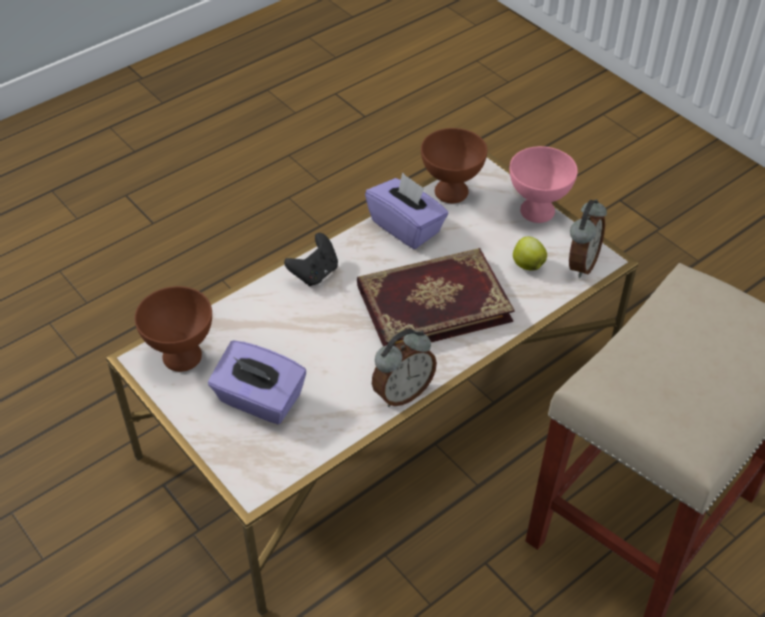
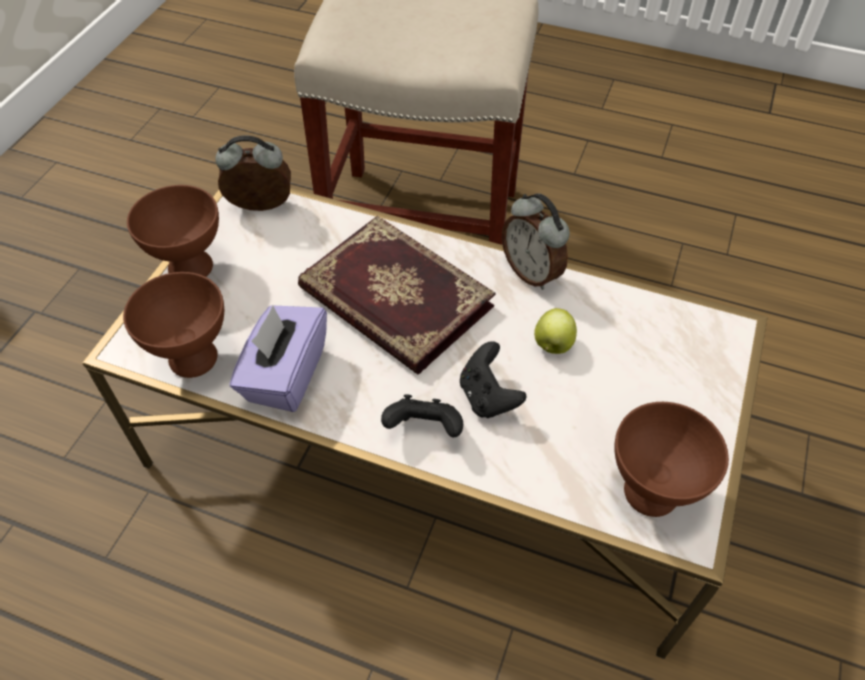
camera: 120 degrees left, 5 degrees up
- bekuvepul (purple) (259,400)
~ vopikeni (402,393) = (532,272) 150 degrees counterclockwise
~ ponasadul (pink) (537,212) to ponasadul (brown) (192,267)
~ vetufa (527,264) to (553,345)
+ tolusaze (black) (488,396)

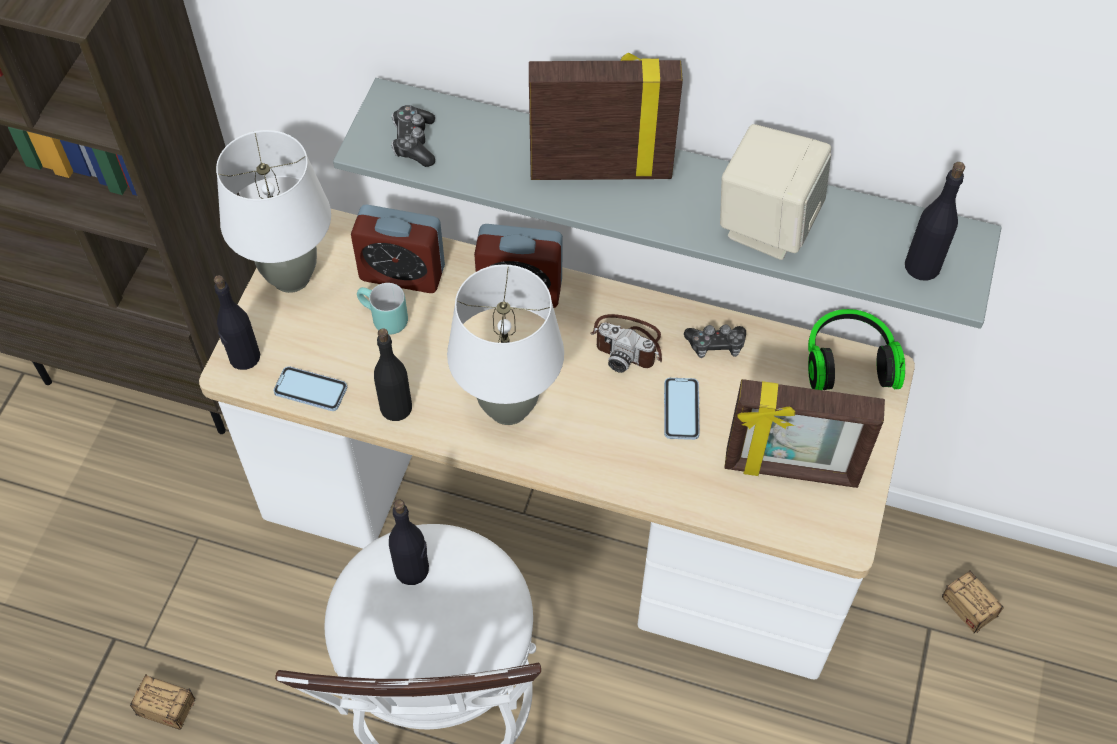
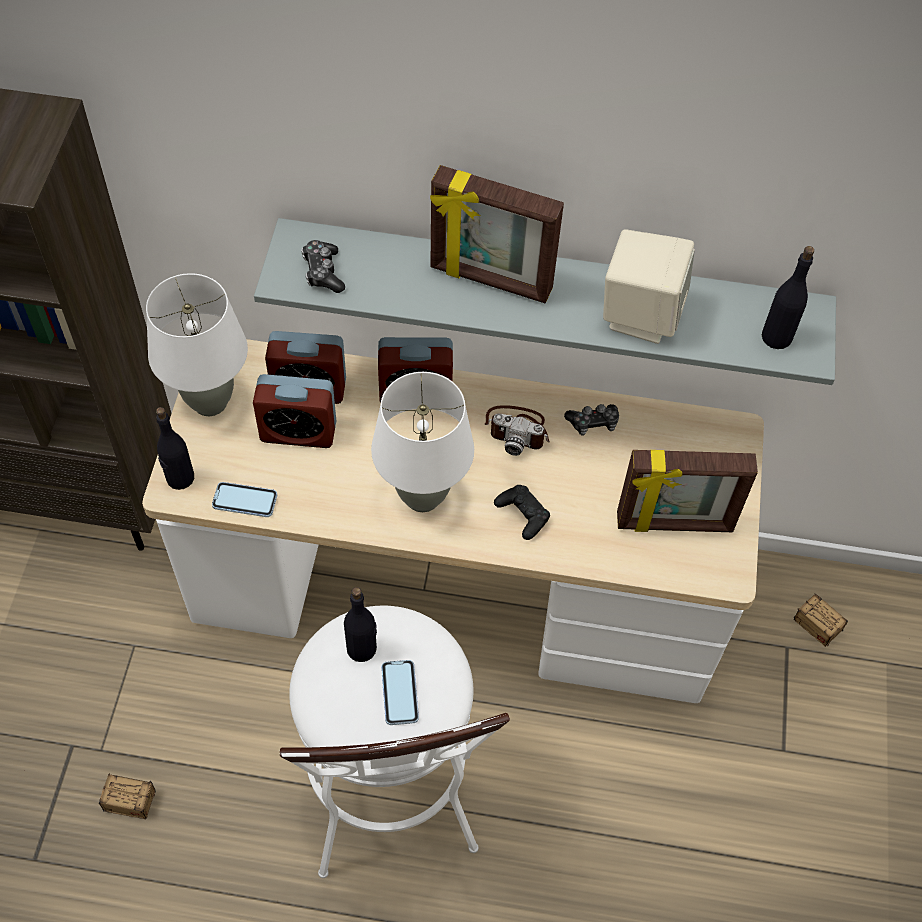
camera: 10 degrees left, 0 degrees up
~ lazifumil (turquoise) (382,320) to vopikeni (298,432)
- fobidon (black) (396,407)
~ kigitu (600,169) = (490,280) 150 degrees counterclockwise
~ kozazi (681,410) to (399,693)
- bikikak (848,361)
+ tolusaze (black) (522,514)

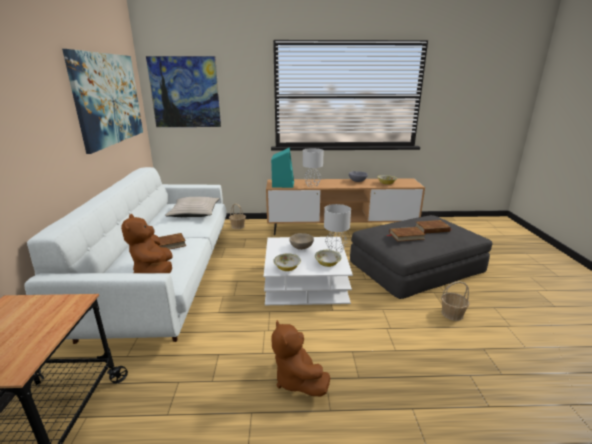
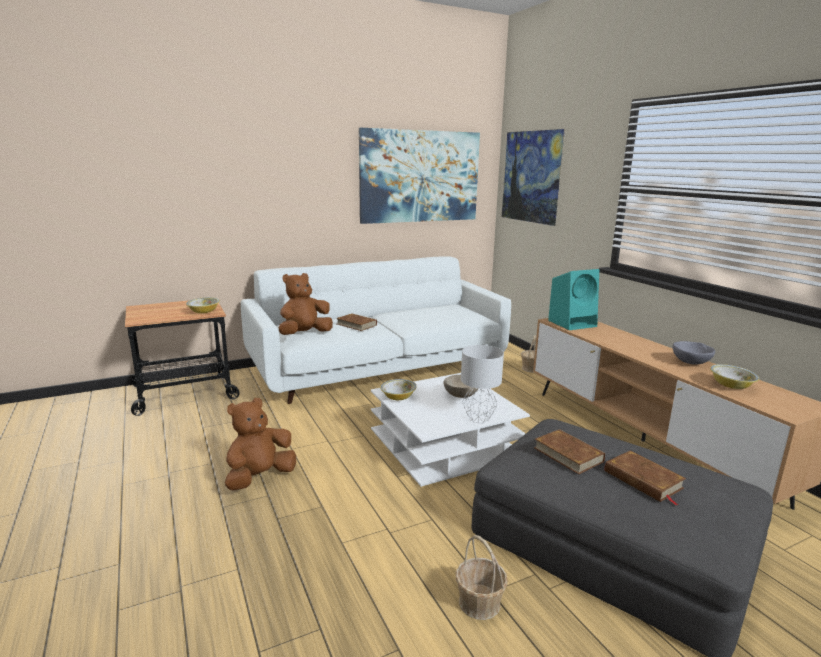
camera: 65 degrees right, 5 degrees down
- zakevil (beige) (194,213)
- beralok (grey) (312,185)
~ ponasadul (327,264) to (204,312)

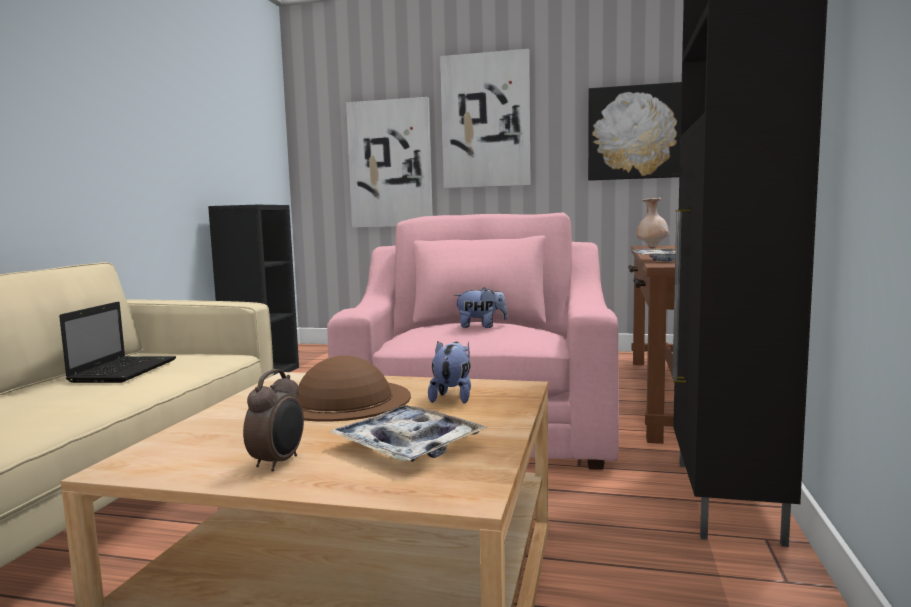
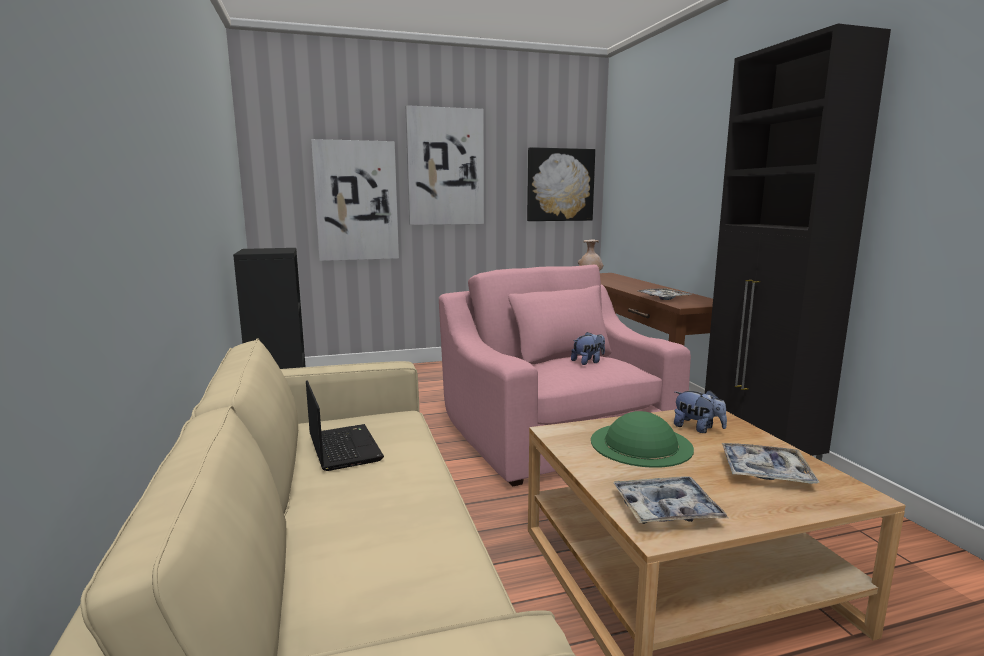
camera: 30 degrees left, 5 degrees up
- vopikeni (279,462)
~ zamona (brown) (343,399) to zamona (green) (640,444)
~ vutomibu (452,397) = (697,428) 150 degrees clockwise
+ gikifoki (666,509)

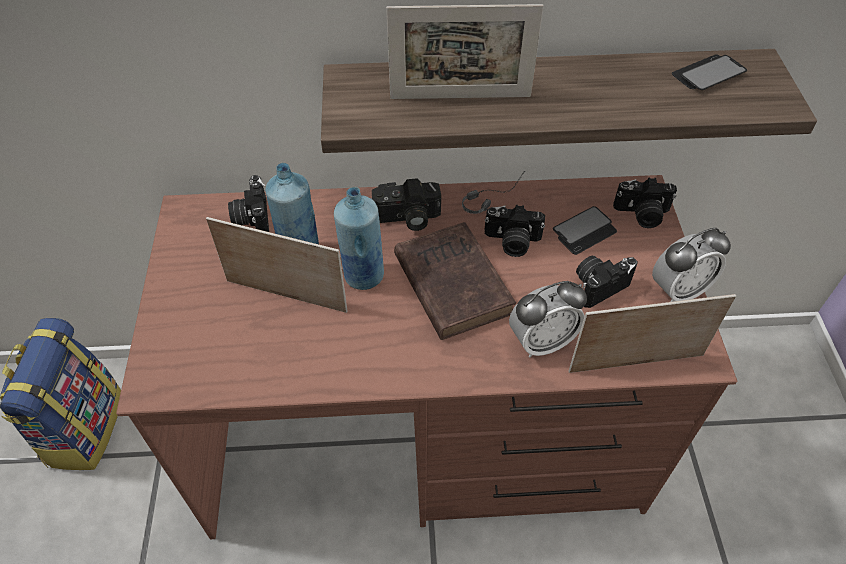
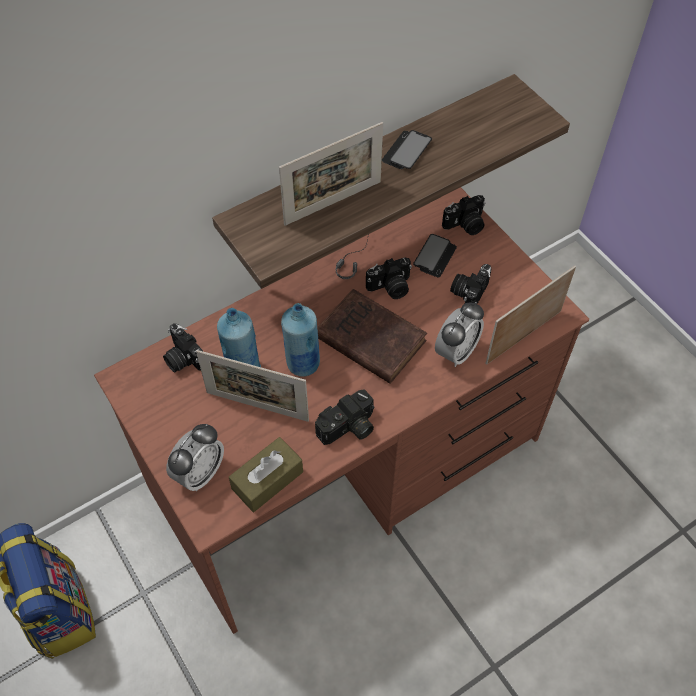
camera: 30 degrees left, 5 degrees up
~ kigitu (286,296) = (257,406) 150 degrees counterclockwise
~ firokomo (407,218) to (348,428)
~ vopikeni (678,290) to (199,473)
~ kozazi (708,74) to (406,151)
+ bekuvepul (brown) (267,480)

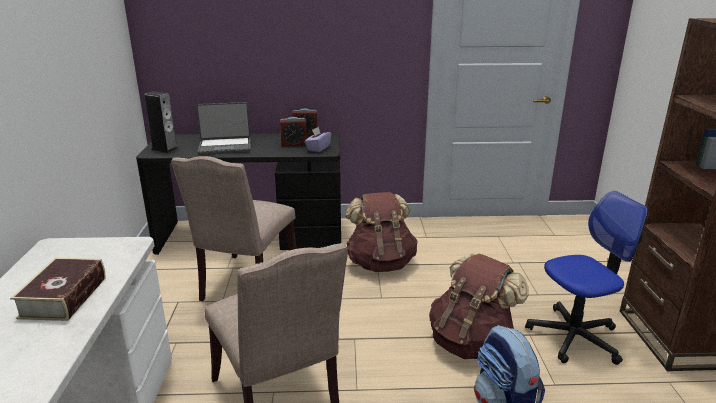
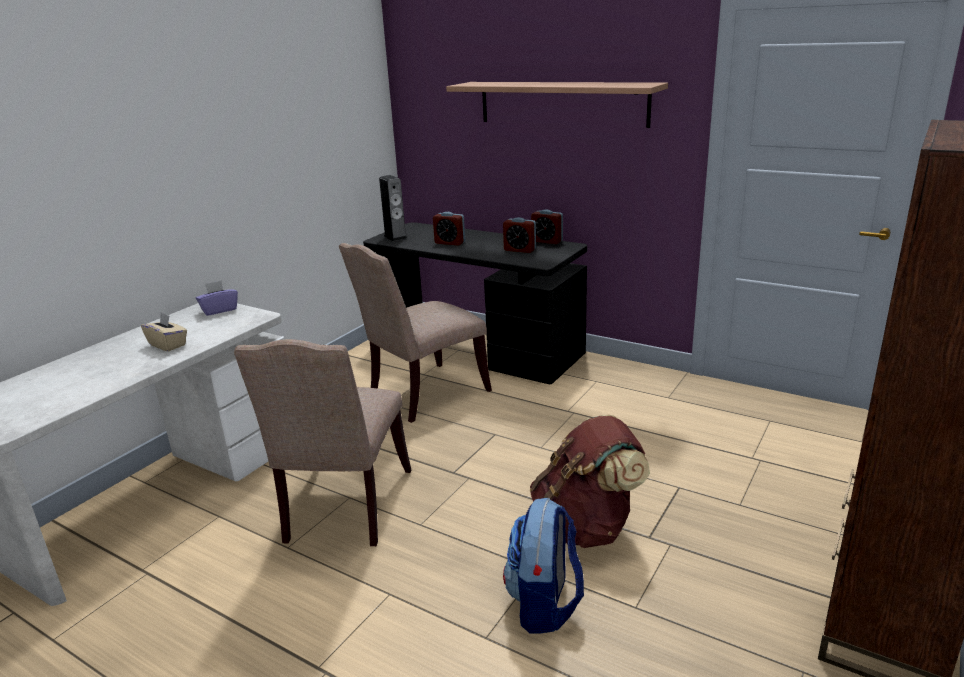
camera: 35 degrees right, 0 degrees up
~ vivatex (64,297) to bekuvepul (beige) (168,345)
~ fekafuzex (225,147) to vopikeni (450,243)
~ bekuvepul (purple) (318,148) to (219,310)
- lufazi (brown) (380,263)
- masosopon (574,337)
+ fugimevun (562,103)

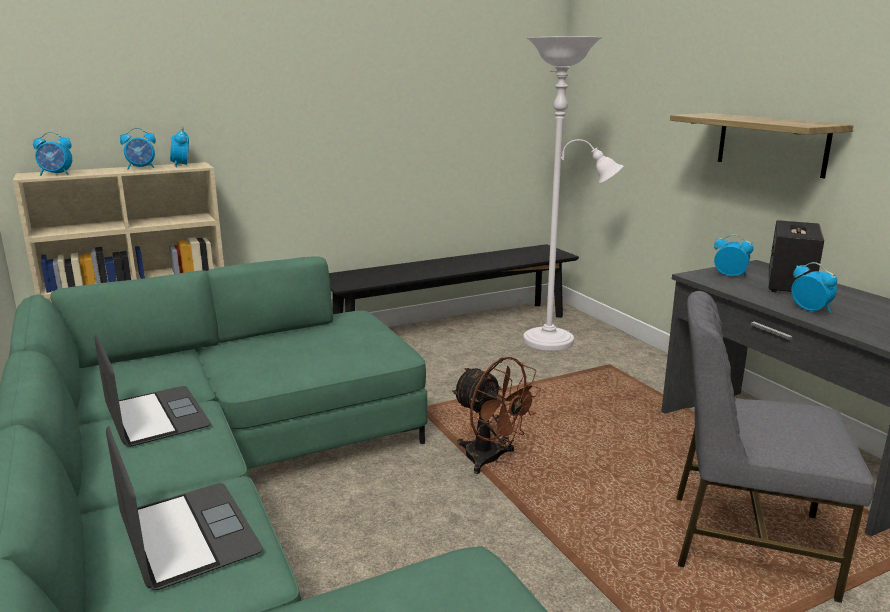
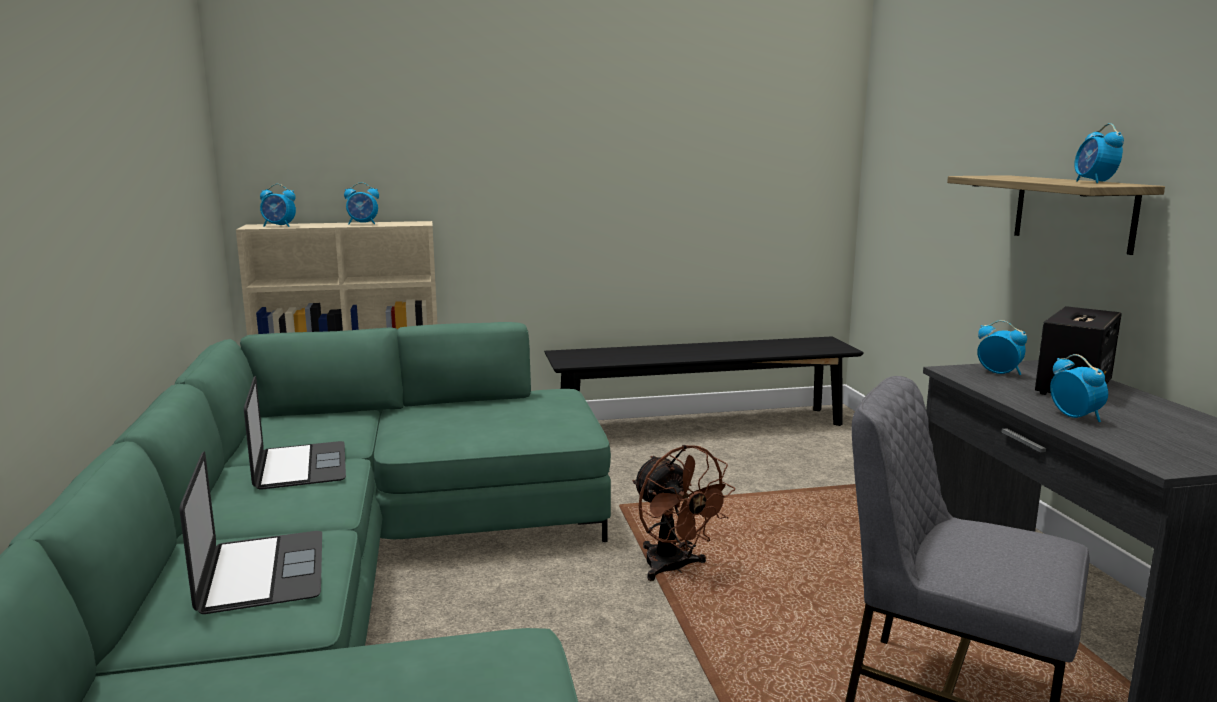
camera: 15 degrees right, 5 degrees down
~ vopikeni (181,165) to (1094,182)
- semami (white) (555,341)

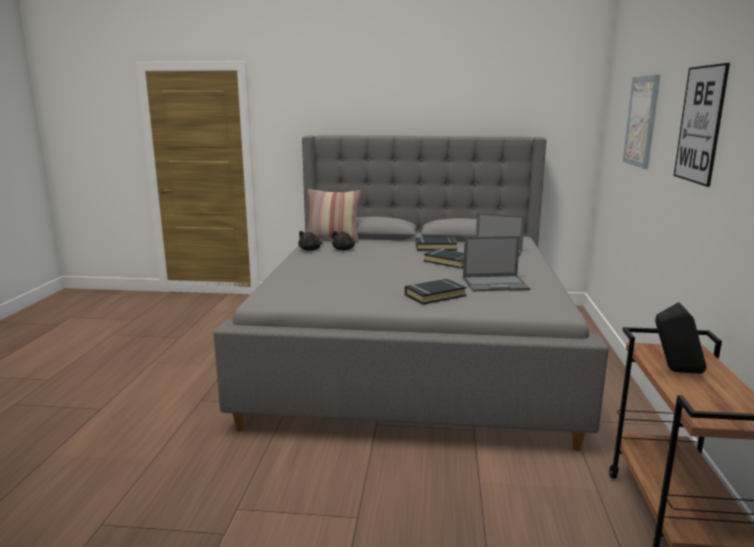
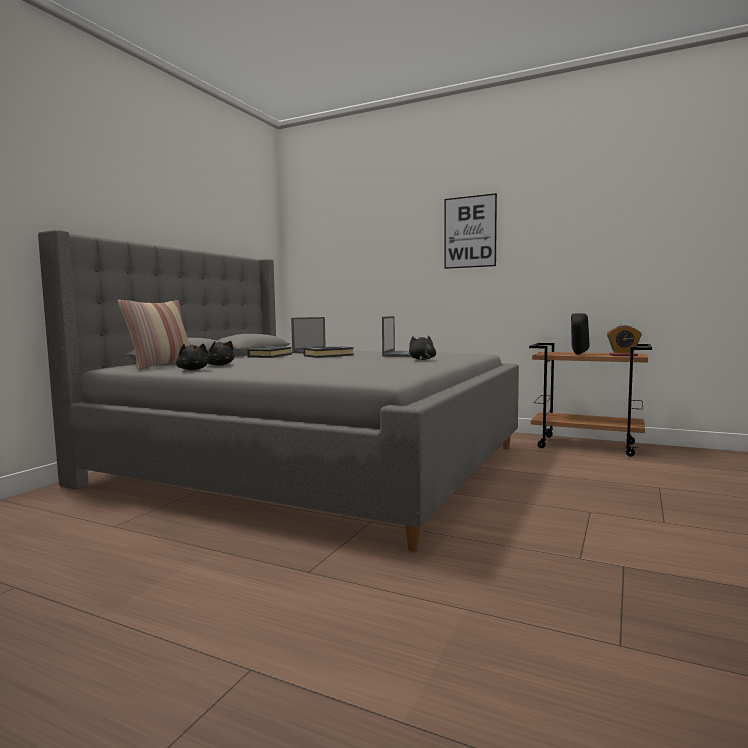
camera: 70 degrees left, 10 degrees down
~ vivatex (black) (434,295) to vutomibu (black) (422,359)
- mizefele (641,121)
+ vopikeni (623,355)

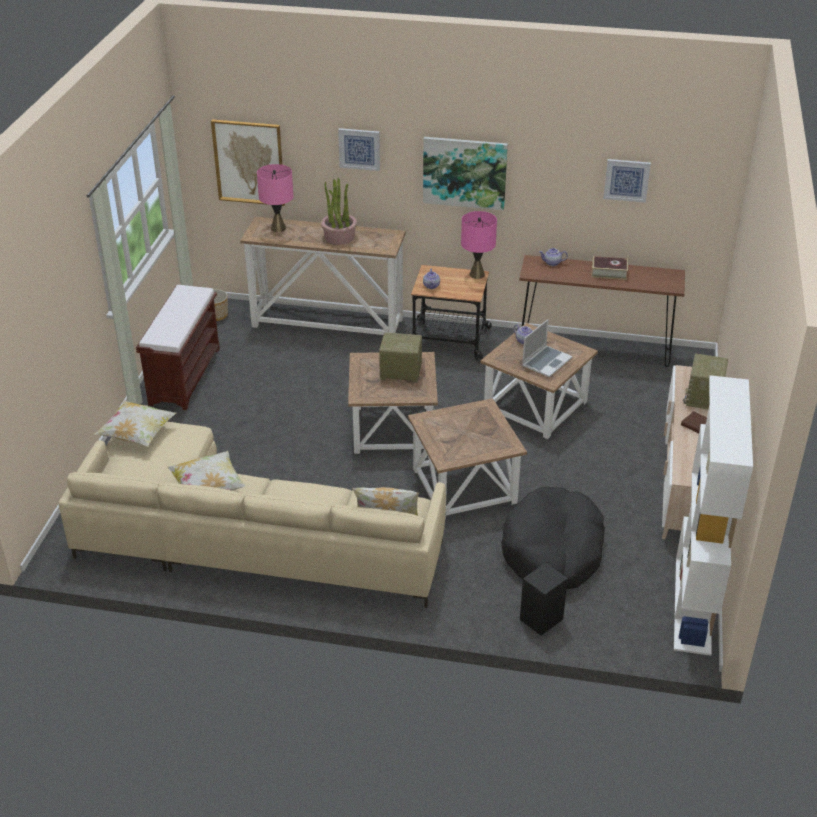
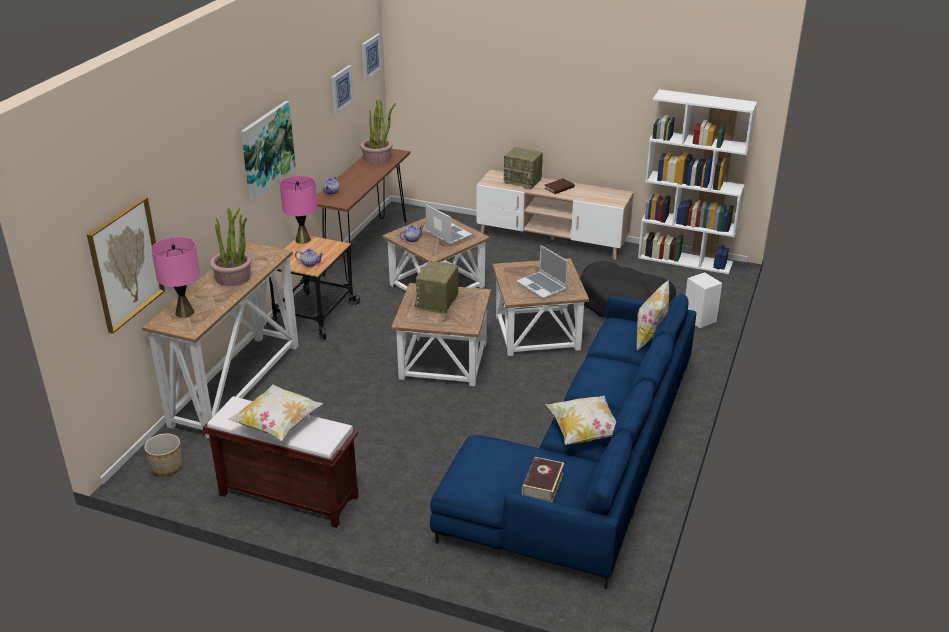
camera: 80 degrees left, 5 degrees down
~ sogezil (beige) (243,537) to sogezil (blue) (587,462)
~ zakevil (137,435) to (278,425)
~ mizefele (359,149) to (370,56)
~ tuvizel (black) (542,619) to tuvizel (white) (699,318)
~ vivatex (609,272) to (542,485)
+ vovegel (377,158)
+ fekafuzex (542,286)

